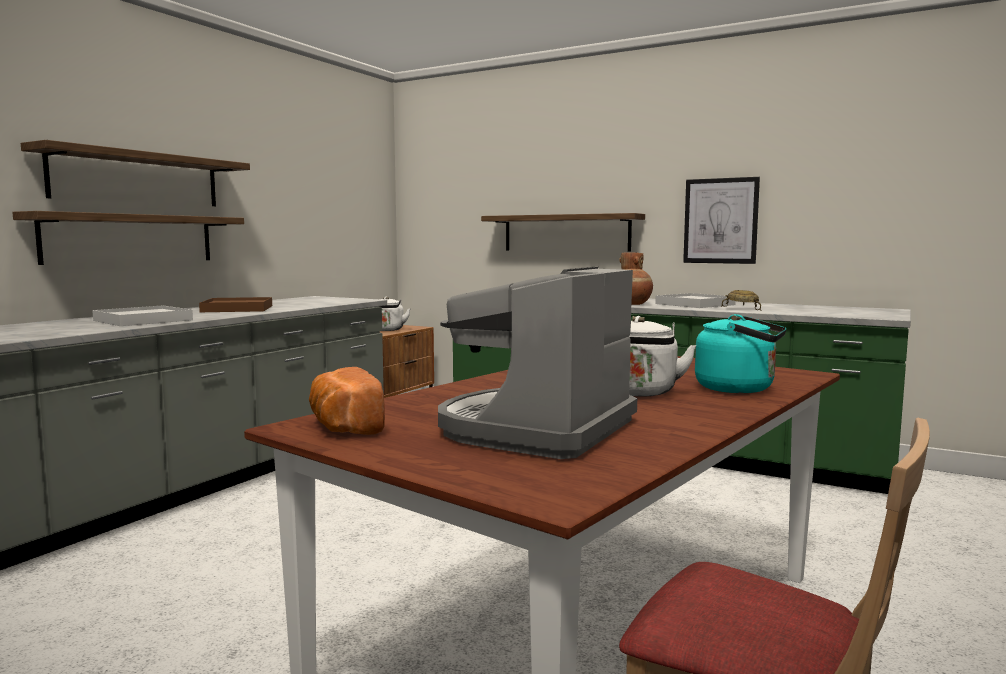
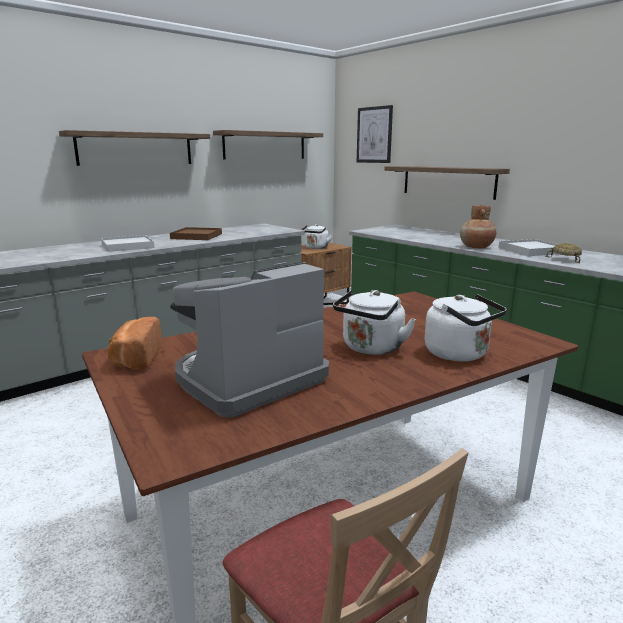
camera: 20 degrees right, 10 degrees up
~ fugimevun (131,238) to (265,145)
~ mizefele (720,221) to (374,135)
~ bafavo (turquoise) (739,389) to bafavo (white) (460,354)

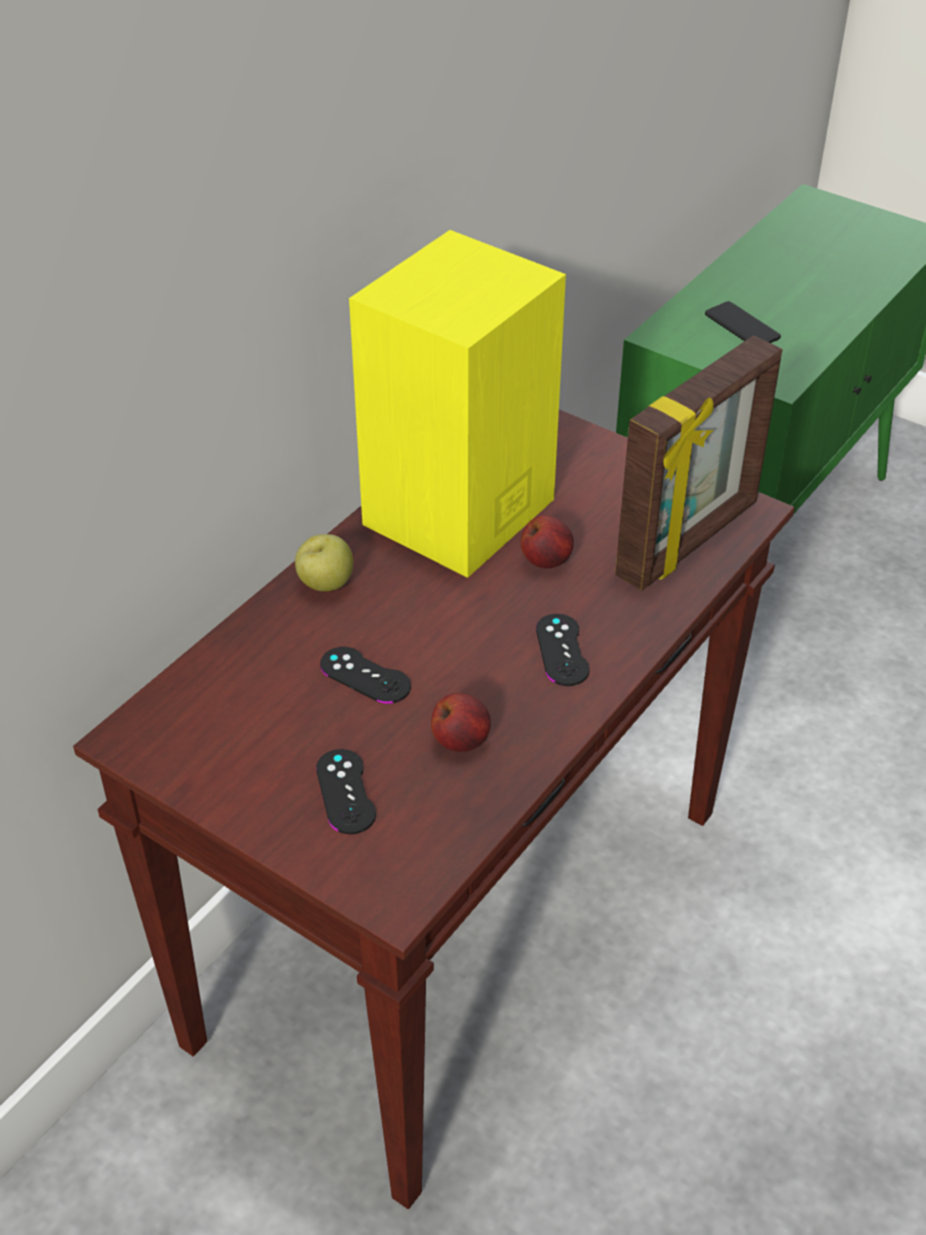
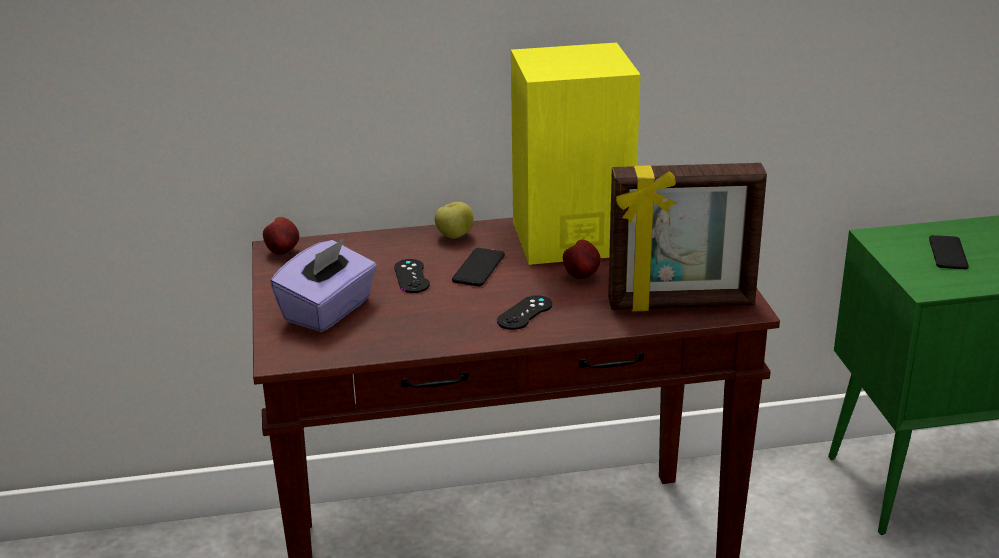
camera: 45 degrees right, 15 degrees down
~ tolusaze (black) (345,792) to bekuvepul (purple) (328,311)
~ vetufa (460,741) to (284,252)
+ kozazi (478,268)

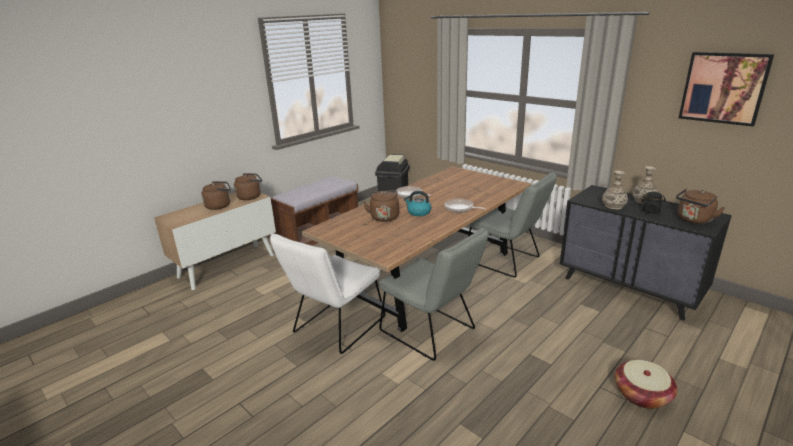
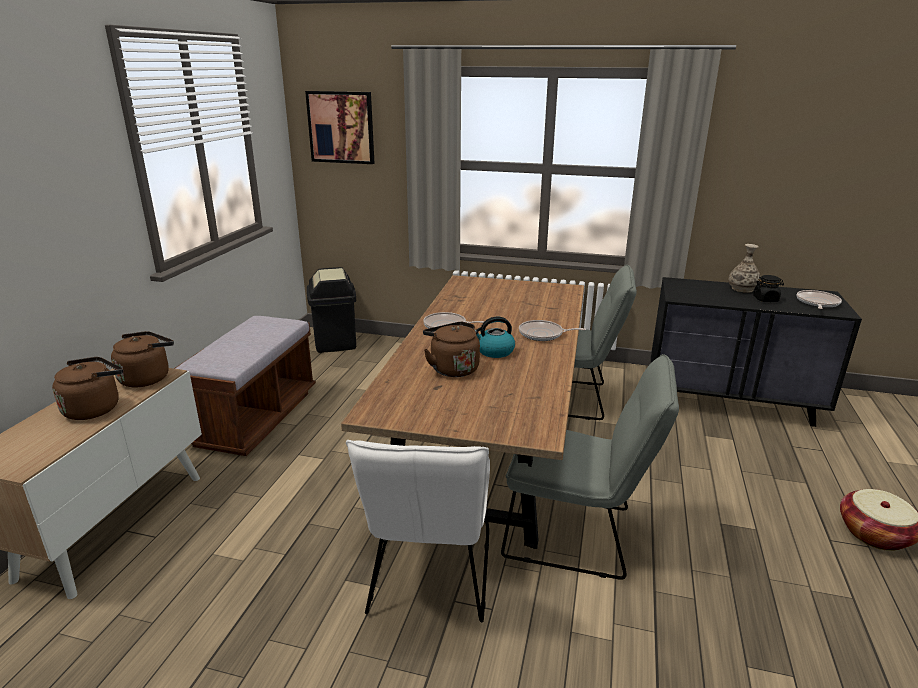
camera: 30 degrees left, 0 degrees up
- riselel (613,206)
~ bafavo (brown) (693,220) to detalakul (817,303)
~ mizefele (723,88) to (341,127)

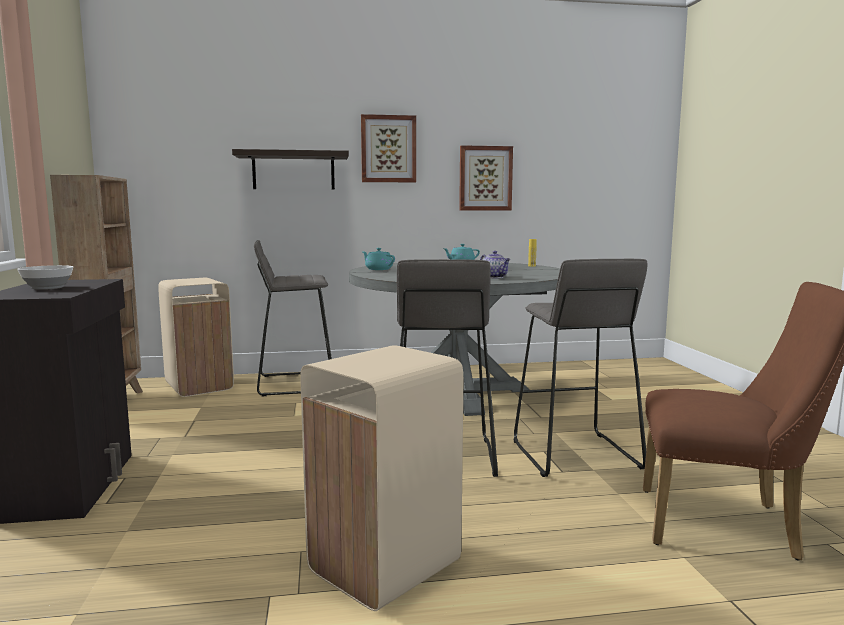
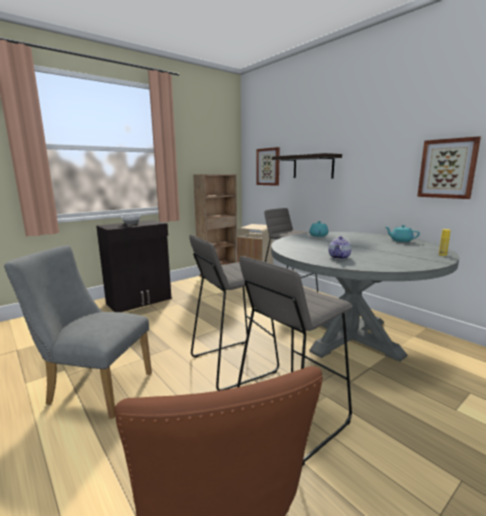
camera: 60 degrees right, 5 degrees up
~ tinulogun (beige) (382,566) to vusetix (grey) (94,388)
~ mizefele (388,149) to (268,167)

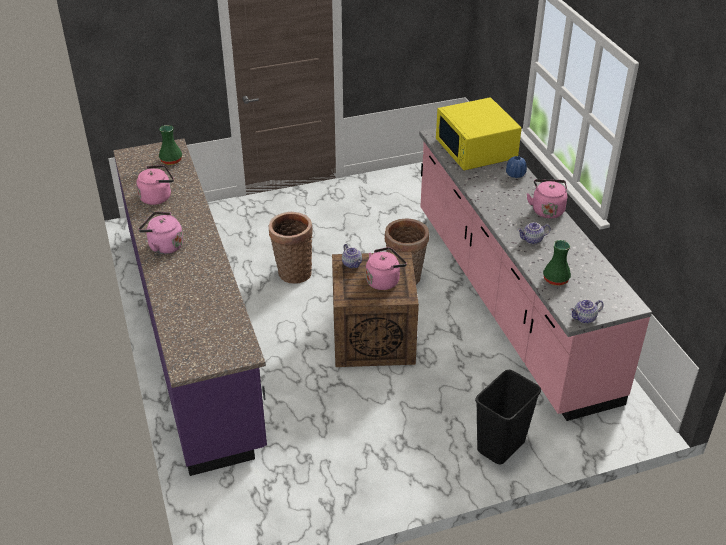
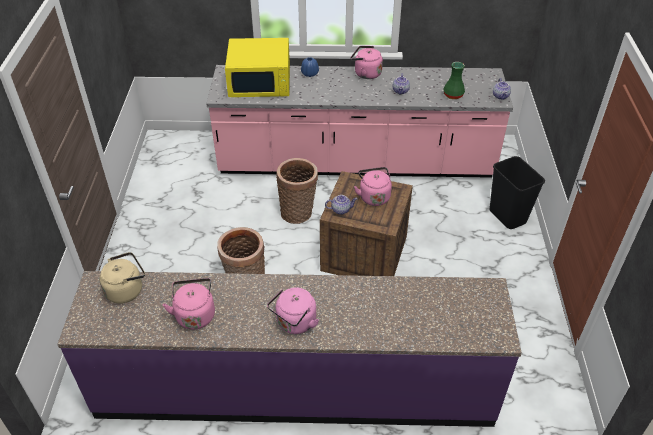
camera: 70 degrees left, 5 degrees up
~ riselel (green) (171,161) to bafavo (beige) (127,290)

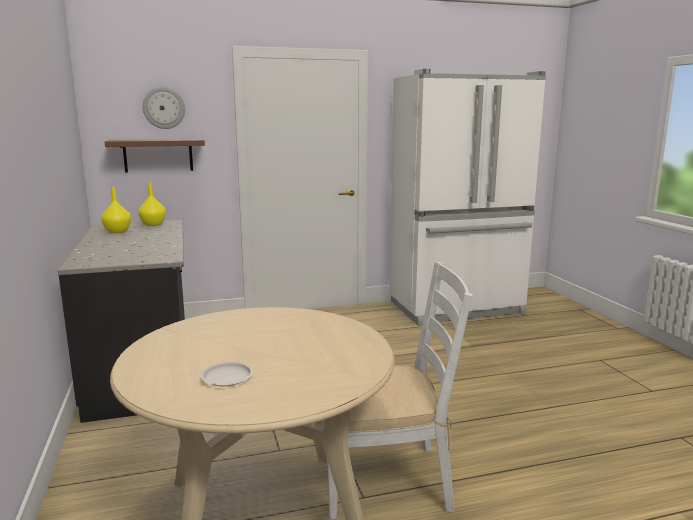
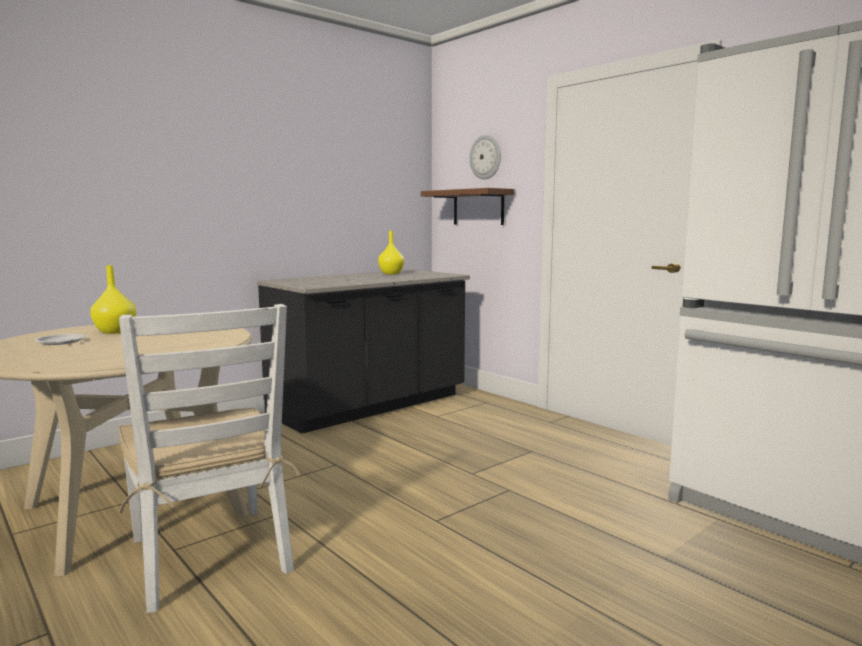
camera: 65 degrees right, 5 degrees down
~ riselel (yellow) (152,225) to (114,331)

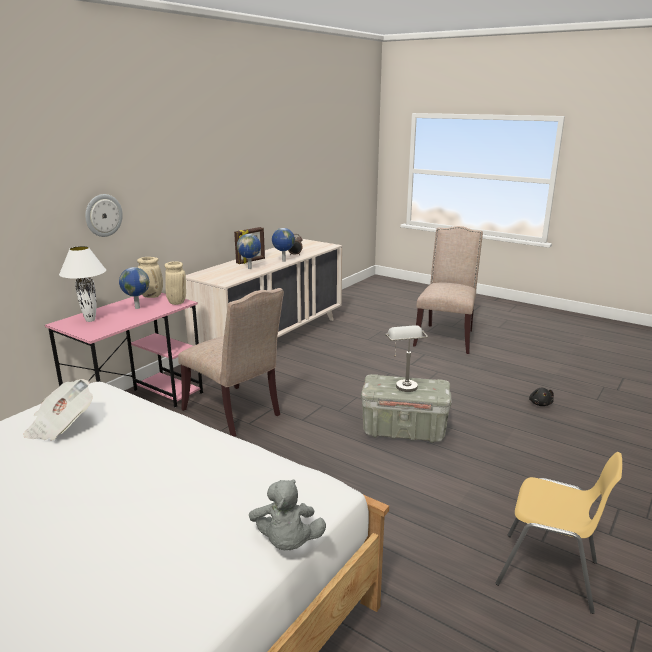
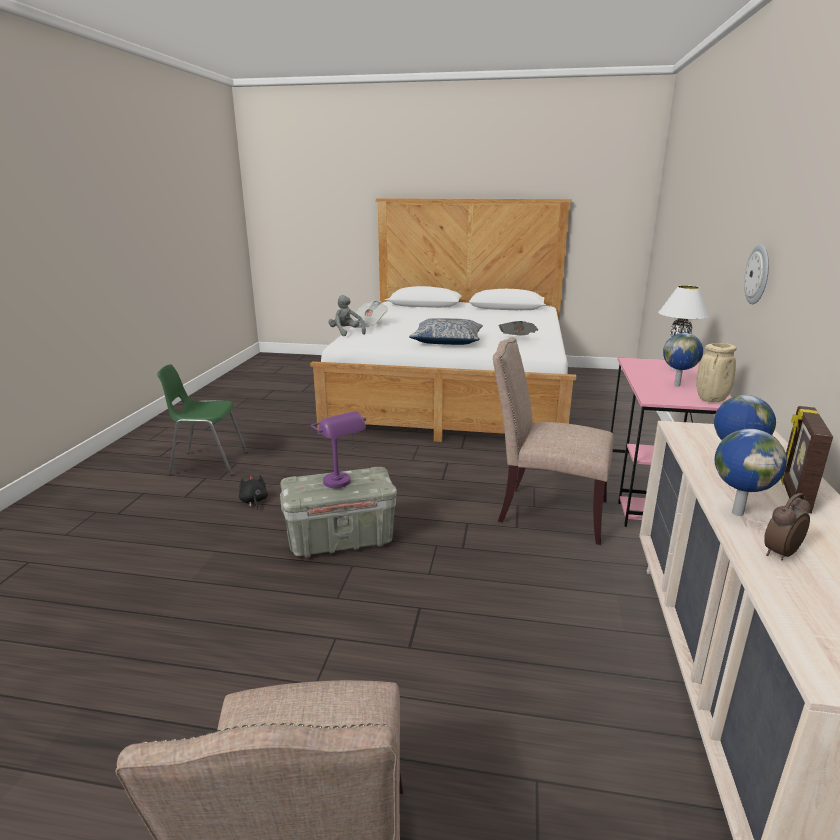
camera: 155 degrees right, 0 degrees up
- riselel (beige) (176,302)
~ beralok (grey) (403,383) to beralok (purple) (342,485)
~ vusetix (yellow) (548,573) to vusetix (green) (208,463)
~ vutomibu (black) (540,403) to (254,501)
+ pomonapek (368,324)
+ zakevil (447,341)

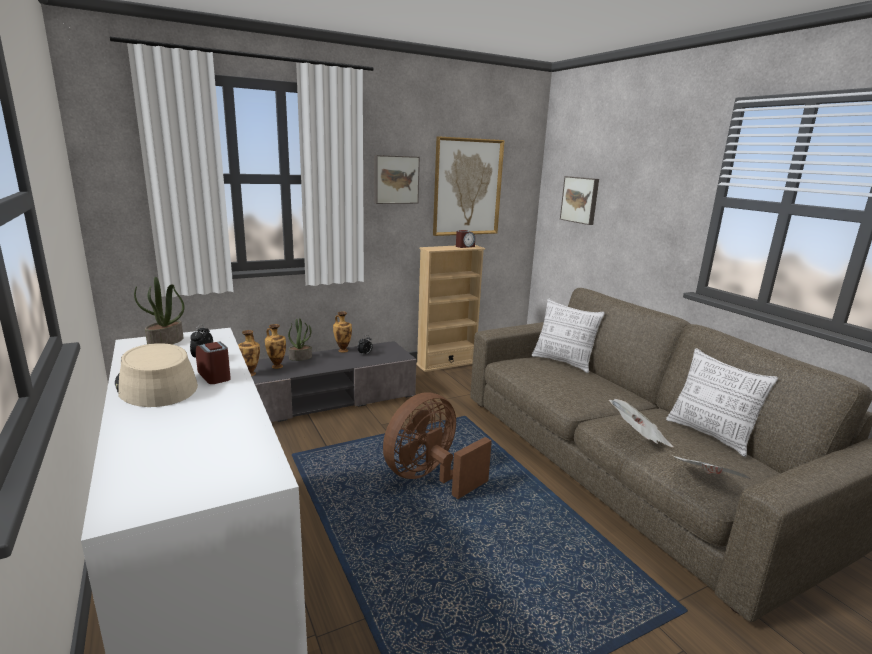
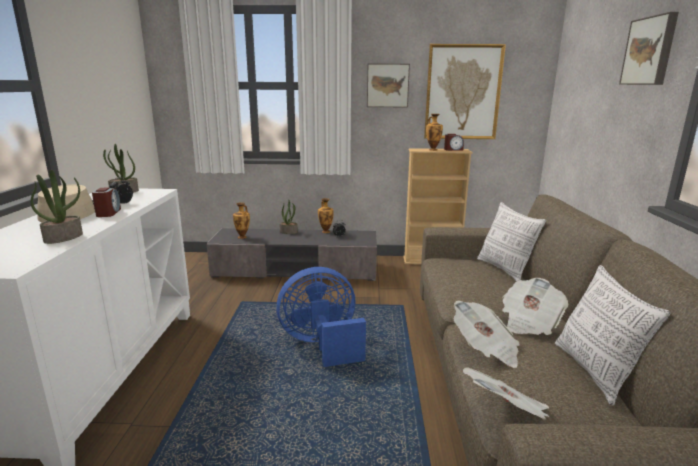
camera: 30 degrees right, 0 degrees up
~ riselel (277,366) to (432,149)
~ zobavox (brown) (430,477) to zobavox (blue) (322,344)
~ mizefele (580,200) to (650,51)
+ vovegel (63,237)
+ pomonapek (529,322)

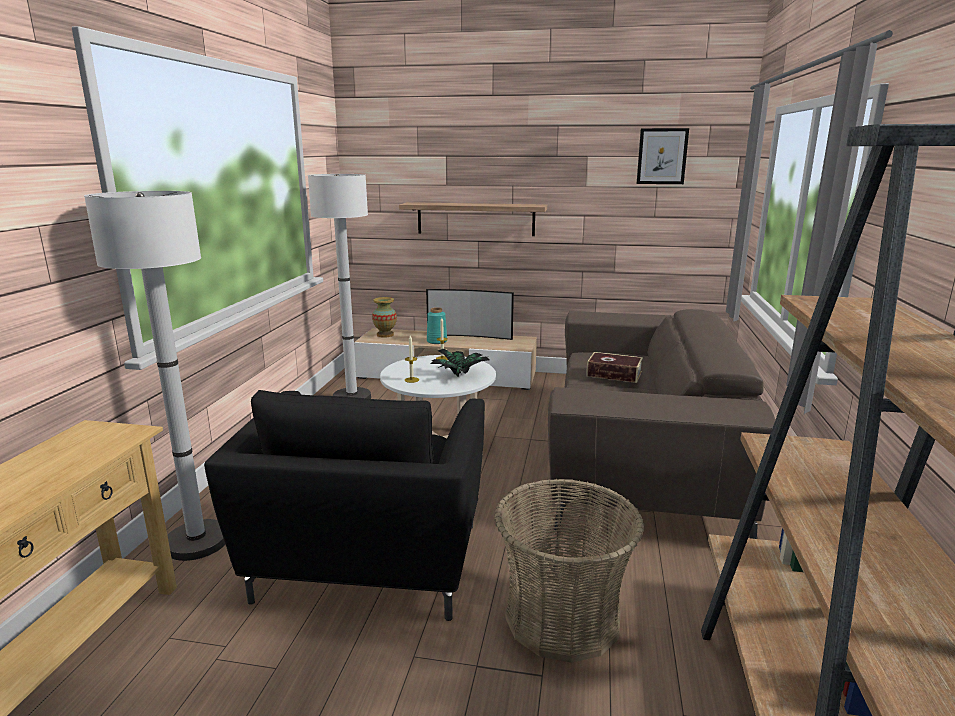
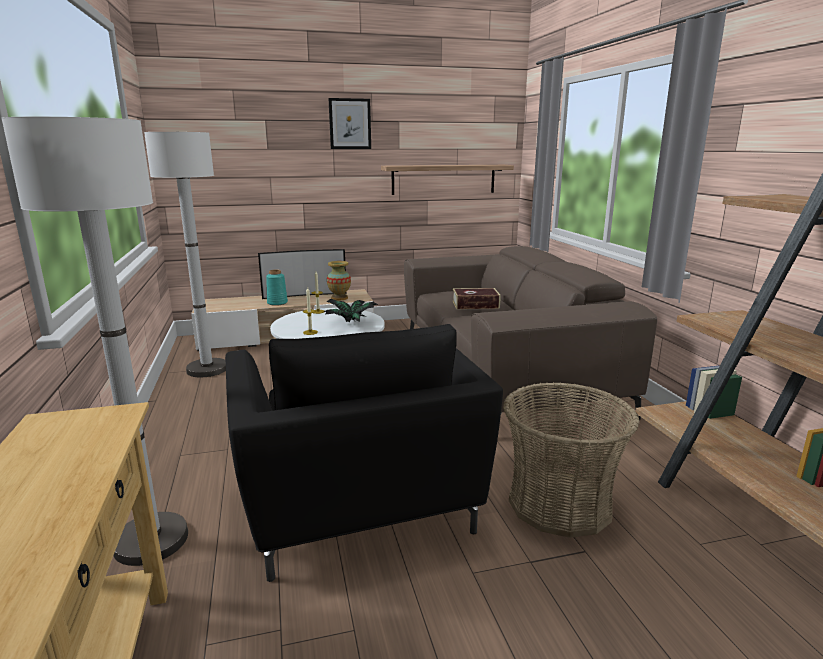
camera: 25 degrees left, 0 degrees up
~ riselel (385,335) to (339,298)
~ fugimevun (475,219) to (443,179)
~ mizefele (662,156) to (350,124)

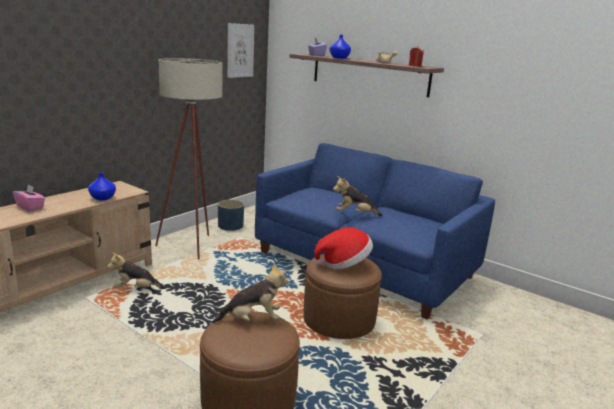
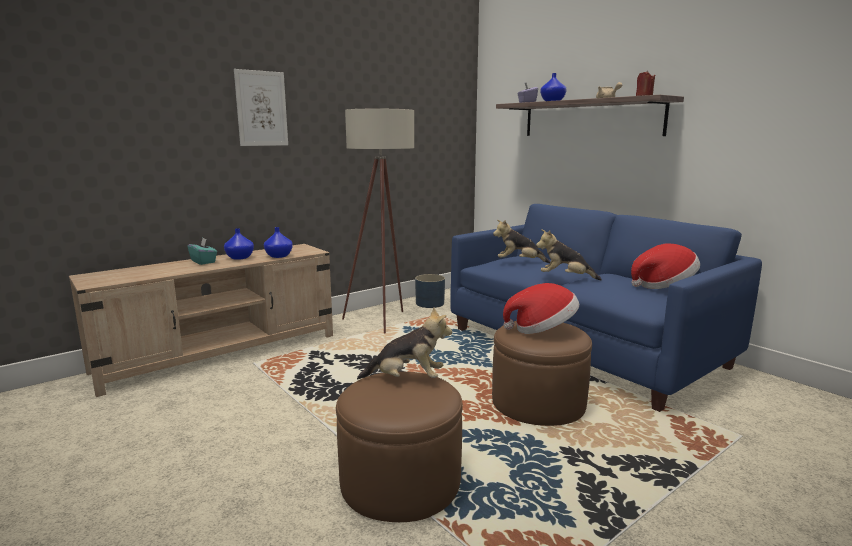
camera: 15 degrees right, 5 degrees down
~ bekuvepul (pink) (30,207) to bekuvepul (turquoise) (203,261)
~ vutomibu (136,289) to (519,262)
~ mizefele (240,50) to (261,108)
+ riselel (blue) (240,258)
+ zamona (664,286)

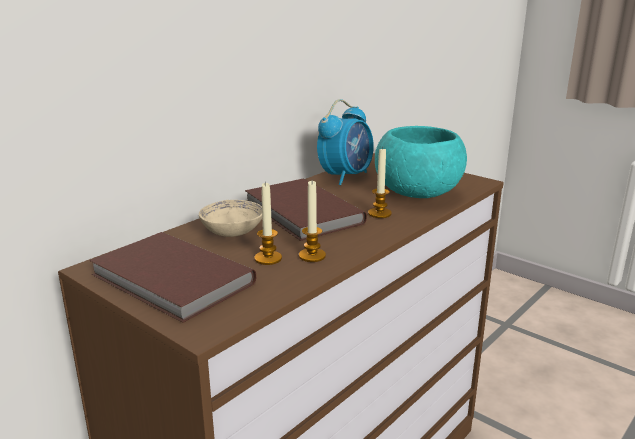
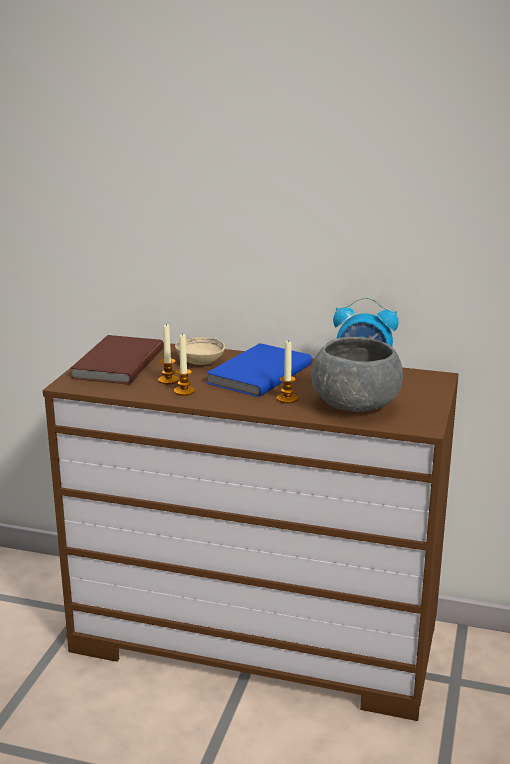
camera: 65 degrees right, 0 degrees up
~ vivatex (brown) (301,213) to vivatex (blue) (257,374)
~ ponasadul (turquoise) (418,193) to ponasadul (grey) (356,406)

